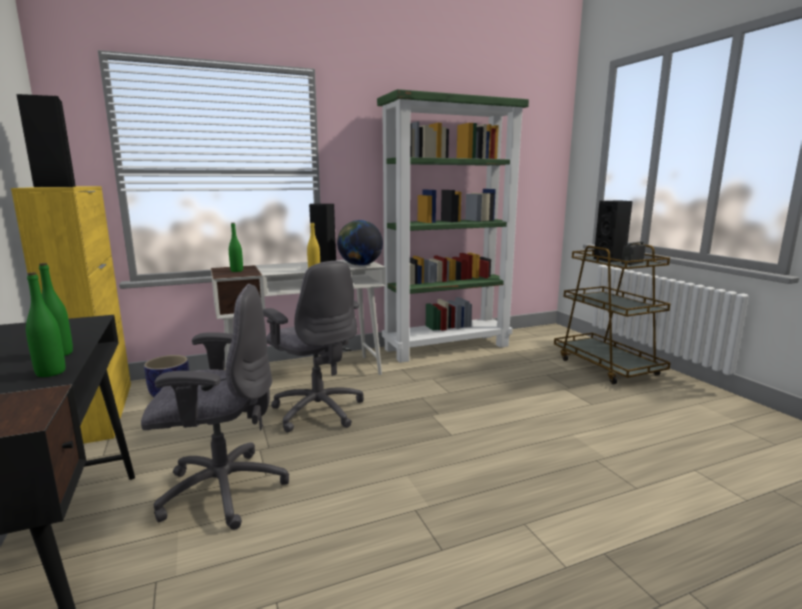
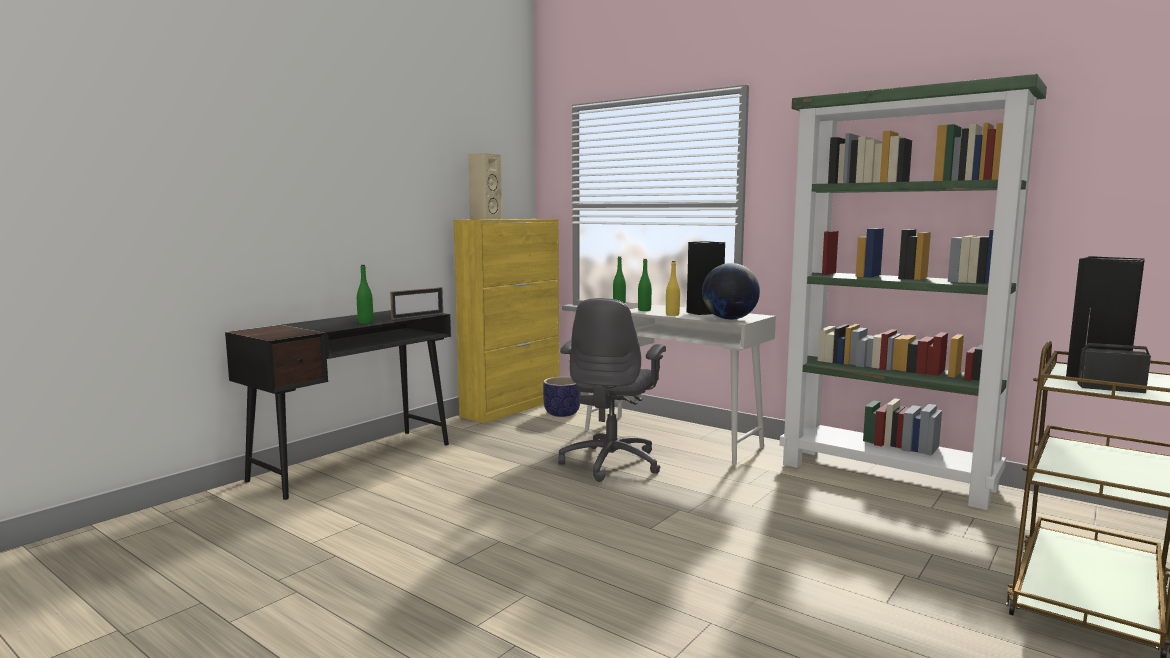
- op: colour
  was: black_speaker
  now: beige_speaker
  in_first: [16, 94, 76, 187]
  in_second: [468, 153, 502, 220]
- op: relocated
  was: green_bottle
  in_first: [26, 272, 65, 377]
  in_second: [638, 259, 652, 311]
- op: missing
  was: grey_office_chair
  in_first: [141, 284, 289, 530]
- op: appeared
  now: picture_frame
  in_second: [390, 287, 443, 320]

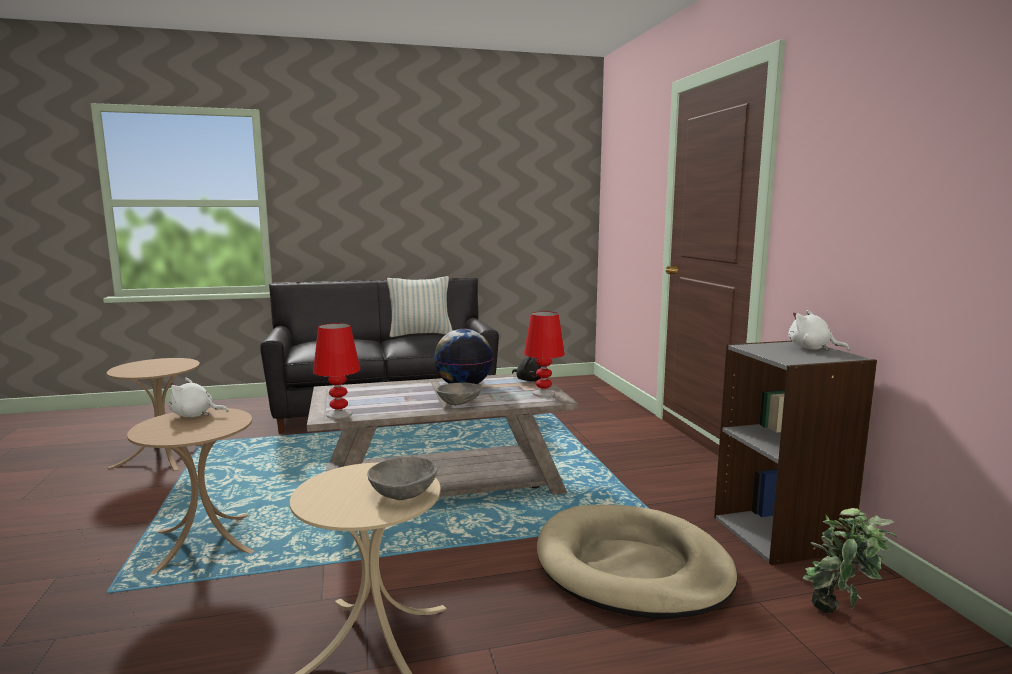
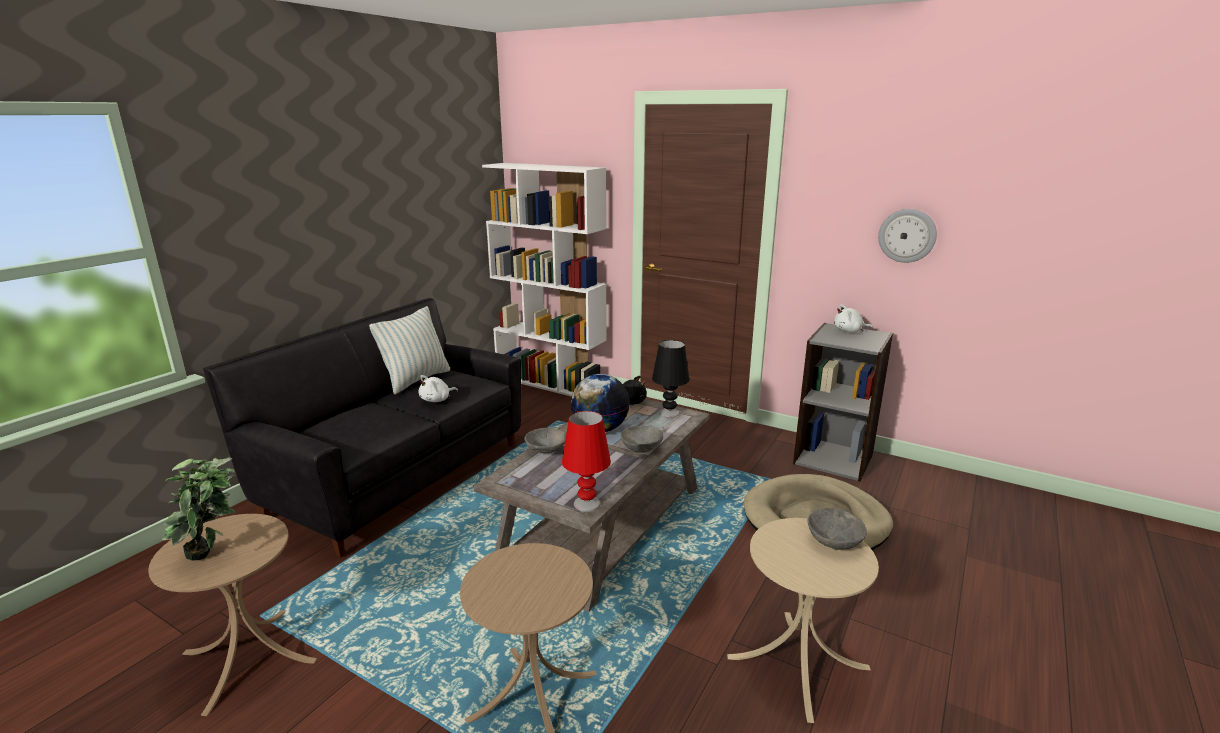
- op: relocated
  was: white_plush_toy
  in_first: [169, 378, 228, 417]
  in_second: [419, 375, 458, 402]
- op: colour
  was: red_table_lamp
  now: black_table_lamp
  in_first: [524, 311, 565, 397]
  in_second: [652, 340, 689, 418]
- op: relocated
  was: potted_plant
  in_first: [803, 508, 898, 613]
  in_second: [162, 457, 236, 560]
- op: appeared
  now: white_bookcase
  in_second: [482, 163, 607, 397]
- op: appeared
  now: grey_bowl
  in_second: [525, 428, 566, 453]
- op: appeared
  now: wall_clock
  in_second: [878, 209, 937, 263]

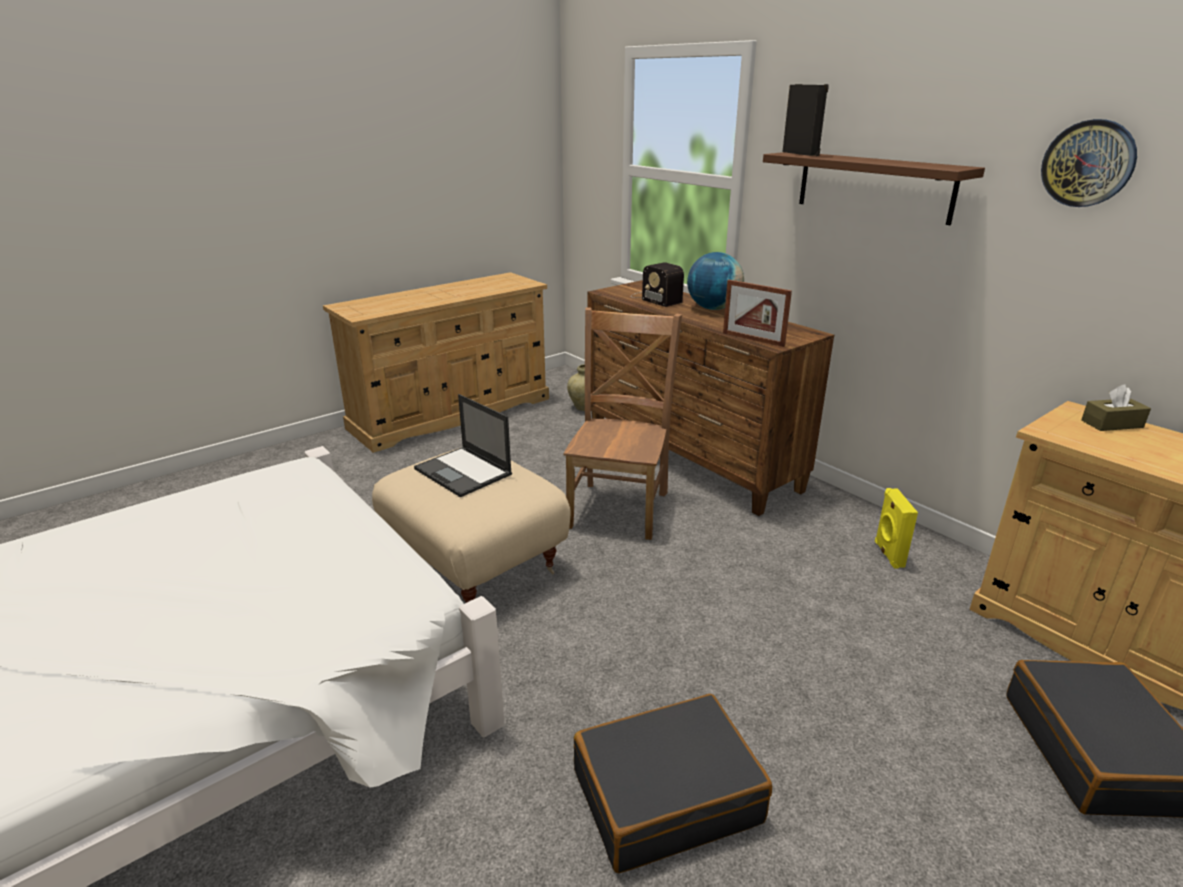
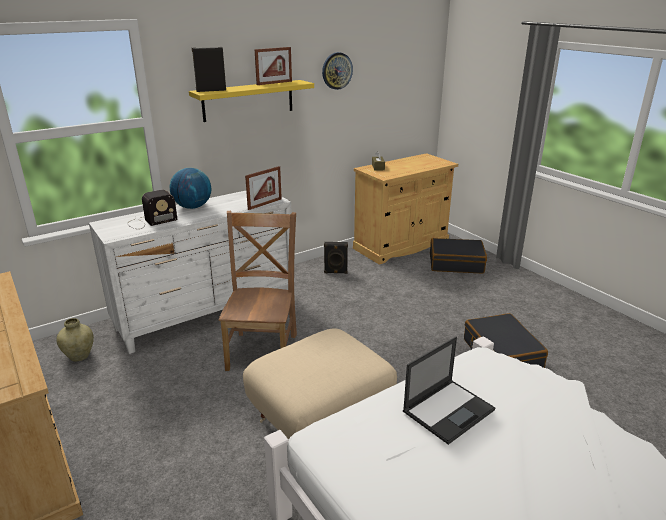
- op: relocated
  was: laptop
  in_first: [414, 394, 512, 497]
  in_second: [403, 336, 495, 445]
- op: spun
  was: brown_chair
  in_first: [563, 308, 682, 540]
  in_second: [219, 211, 297, 371]
  clockwise: 75
- op: colour
  was: brown_dresser
  now: white_dresser
  in_first: [587, 280, 834, 516]
  in_second: [89, 191, 292, 354]
- op: colour
  was: brown_shelf
  now: yellow_shelf
  in_first: [763, 152, 985, 225]
  in_second: [189, 80, 314, 122]
- op: colour
  was: yellow_speaker
  now: black_speaker
  in_first: [875, 488, 918, 569]
  in_second: [324, 242, 348, 274]
- op: appeared
  now: picture_frame
  in_second: [254, 47, 292, 85]

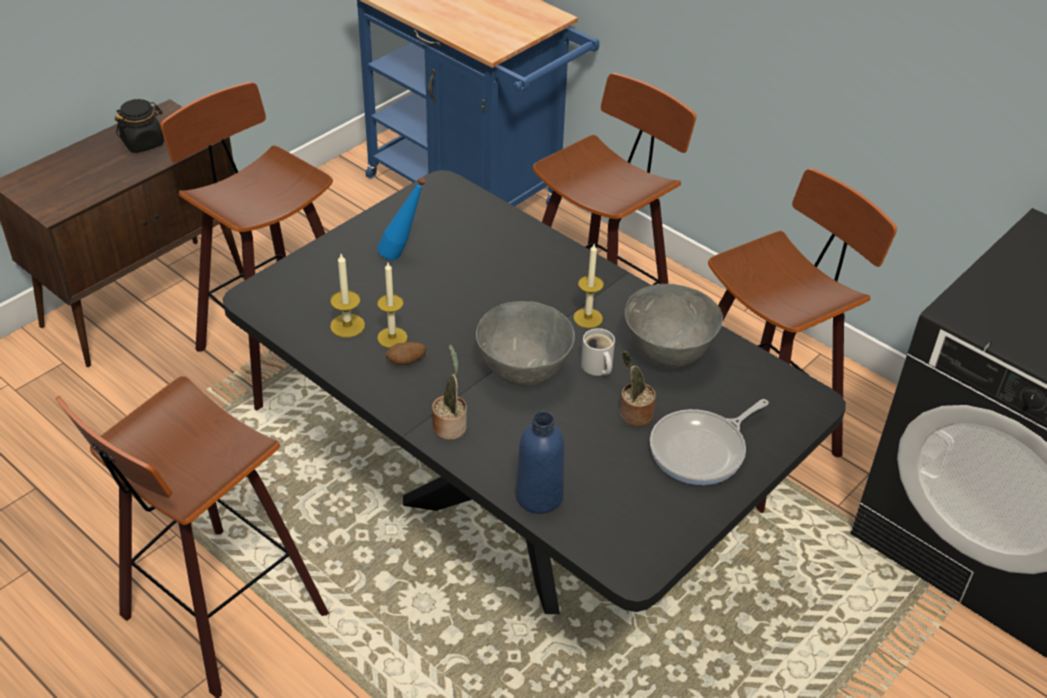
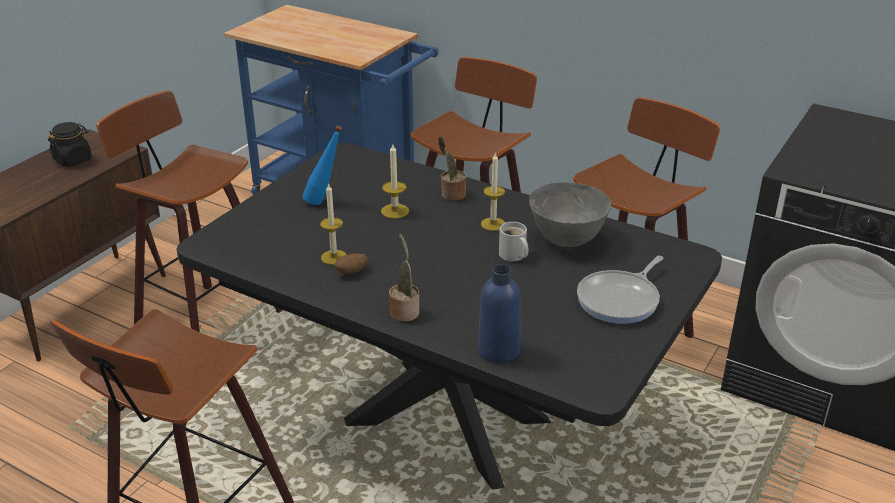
- op: relocated
  was: candle
  in_first: [330, 254, 365, 338]
  in_second: [381, 144, 409, 219]
- op: missing
  was: grey_bowl
  in_first: [476, 301, 575, 387]
- op: relocated
  was: potted_plant
  in_first: [620, 351, 656, 426]
  in_second: [438, 136, 466, 201]

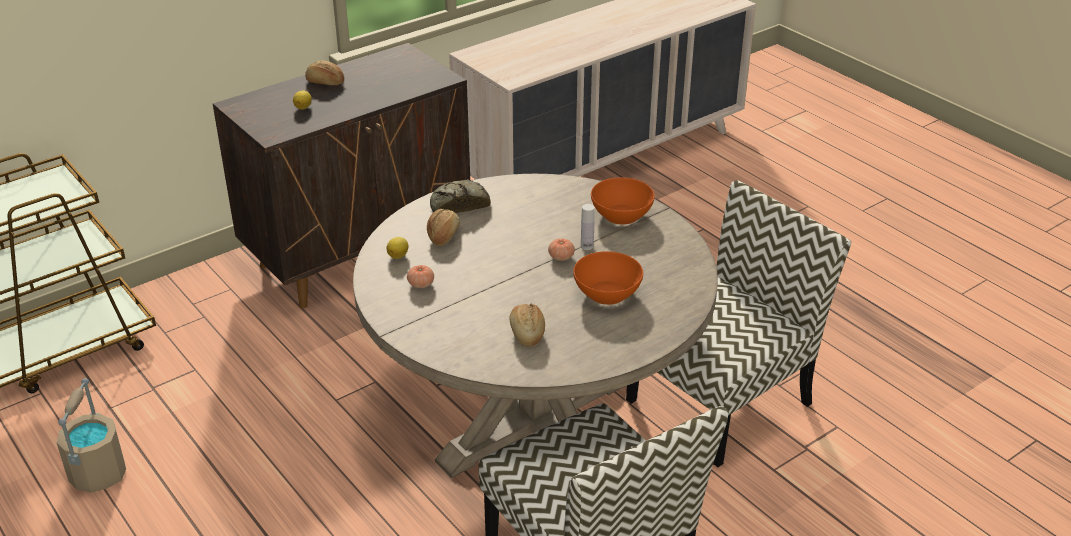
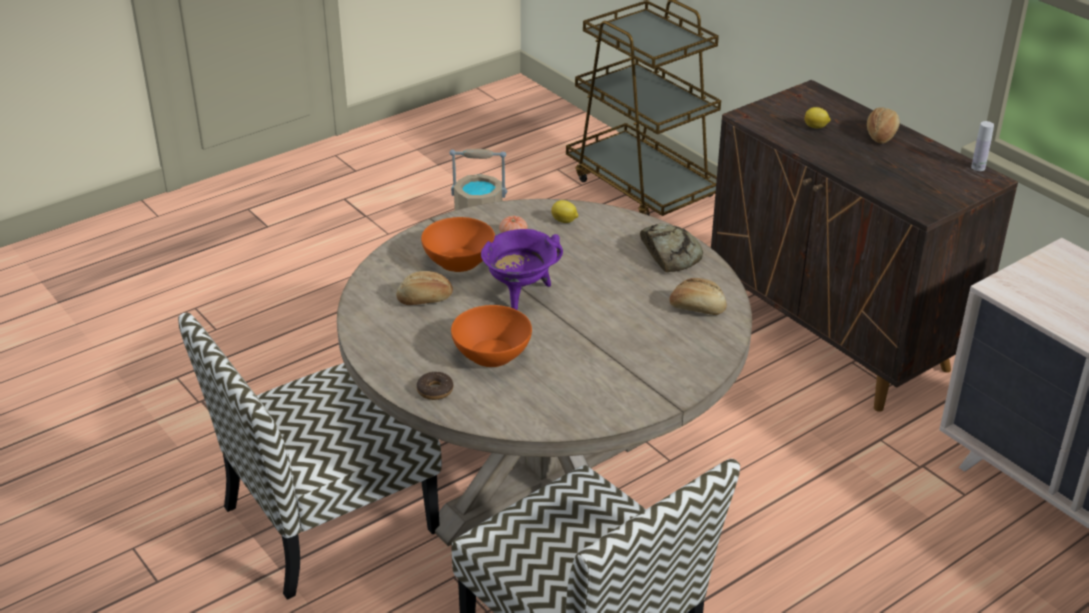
- op: relocated
  was: bread
  in_first: [427, 209, 460, 246]
  in_second: [670, 278, 727, 315]
- op: missing
  was: tomato
  in_first: [548, 238, 575, 261]
- op: relocated
  was: white_bottle
  in_first: [581, 204, 595, 250]
  in_second: [971, 121, 994, 171]
- op: relocated
  was: orange_bowl
  in_first: [591, 177, 655, 225]
  in_second: [421, 217, 495, 272]
- op: appeared
  now: donut
  in_second: [417, 372, 453, 400]
- op: appeared
  now: purple_cooking_pot
  in_second: [481, 229, 563, 310]

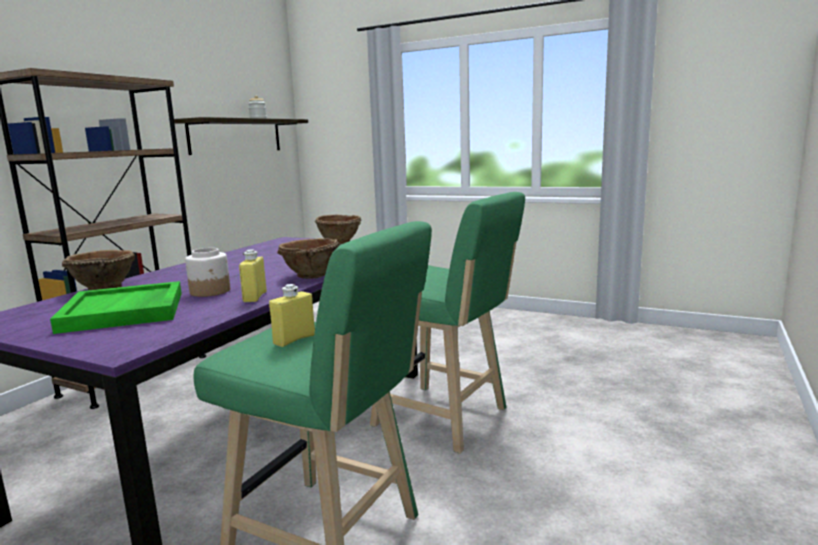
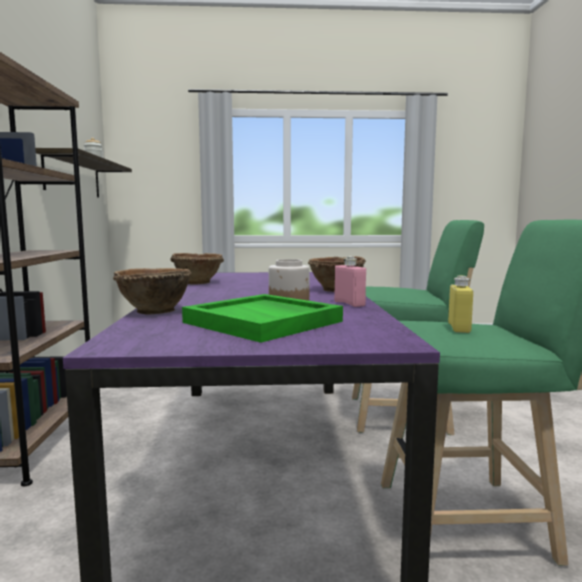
- op: colour
  was: yellow_bottle
  now: pink_bottle
  in_first: [239, 250, 267, 302]
  in_second: [334, 256, 366, 307]
- op: relocated
  was: brown_bowl
  in_first: [315, 215, 361, 245]
  in_second: [170, 253, 224, 285]

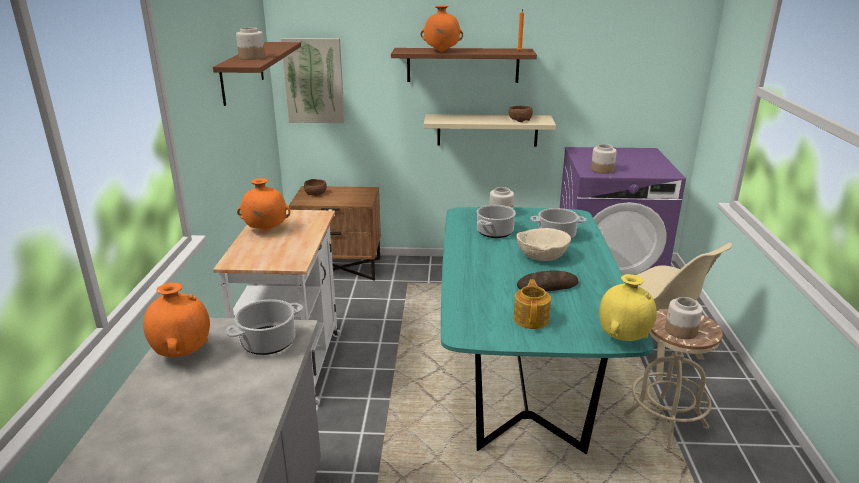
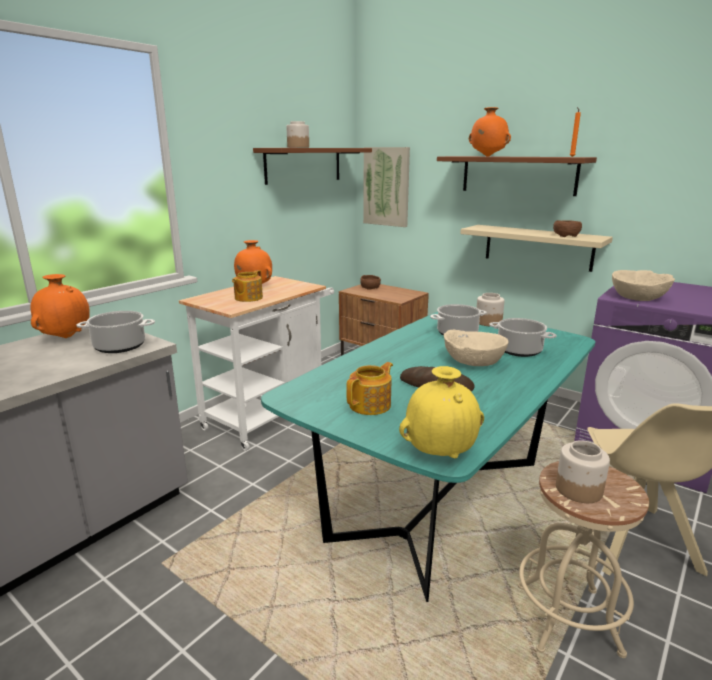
- op: exchanged
  was: jar
  now: beige_bowl
  in_first: [591, 144, 617, 174]
  in_second: [612, 270, 675, 301]
- op: appeared
  now: teapot
  in_second: [232, 270, 263, 302]

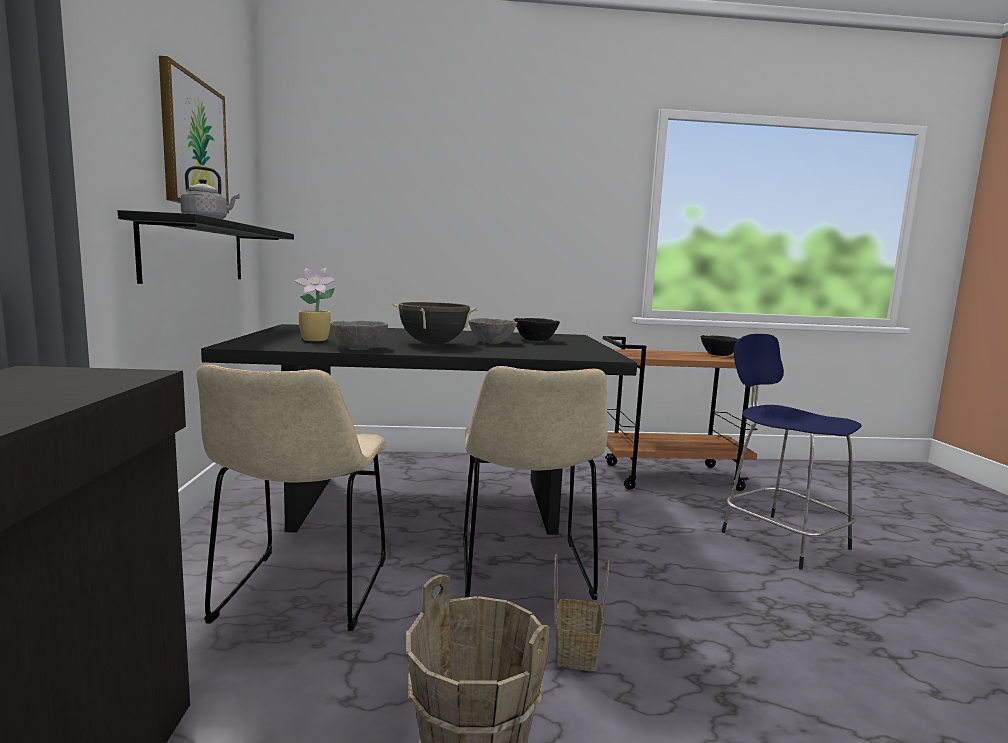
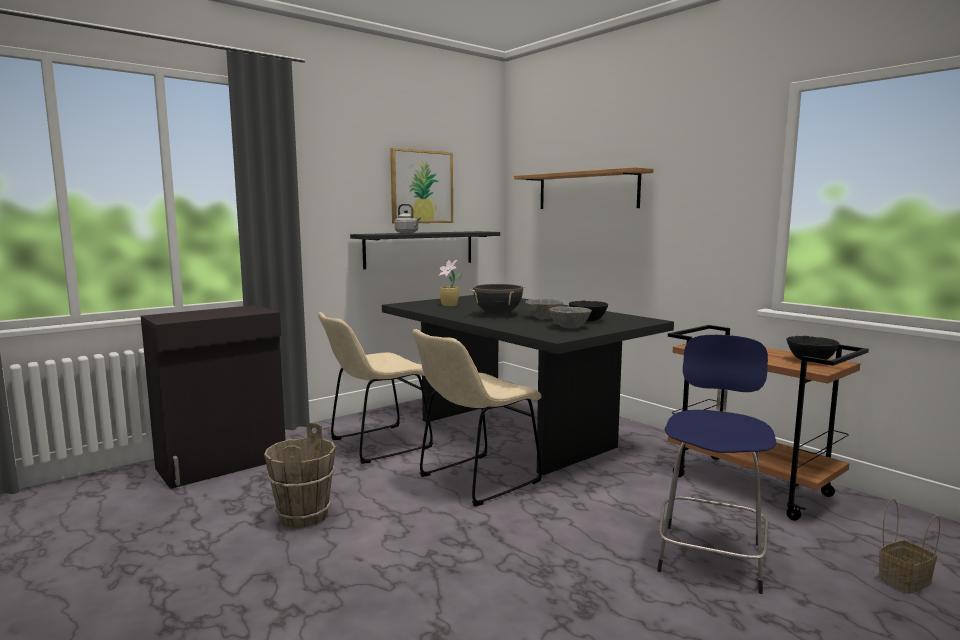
- op: relocated
  was: grey_bowl
  in_first: [330, 321, 388, 349]
  in_second: [549, 306, 592, 328]
- op: relocated
  was: basket
  in_first: [554, 554, 609, 671]
  in_second: [878, 498, 940, 594]
- op: appeared
  now: shelf
  in_second: [514, 167, 653, 209]

